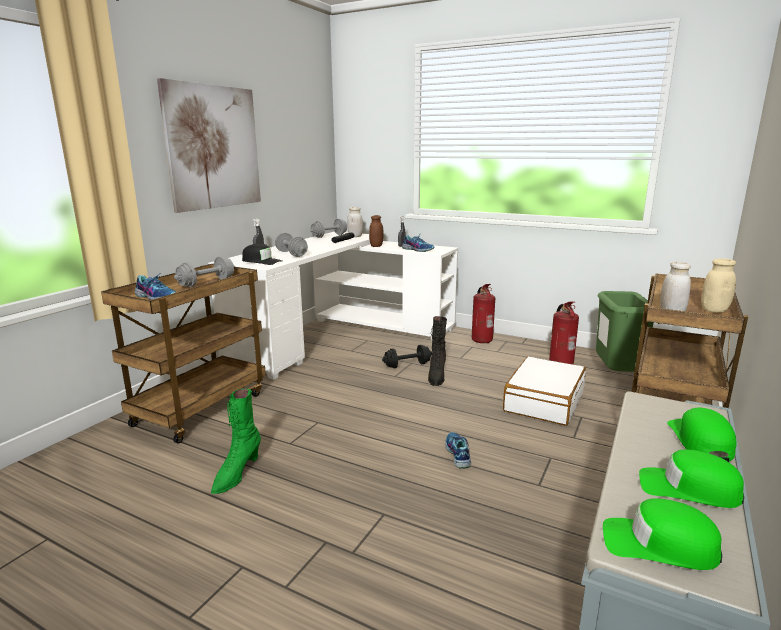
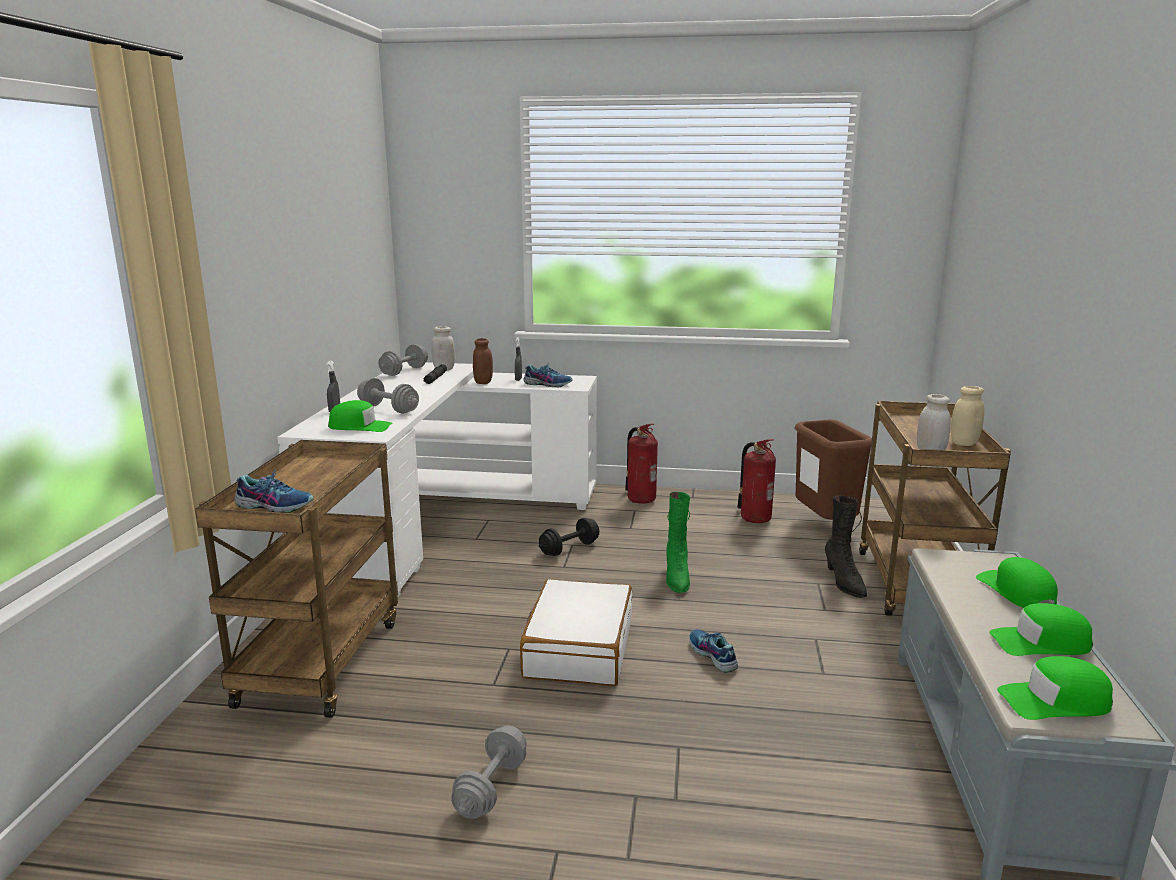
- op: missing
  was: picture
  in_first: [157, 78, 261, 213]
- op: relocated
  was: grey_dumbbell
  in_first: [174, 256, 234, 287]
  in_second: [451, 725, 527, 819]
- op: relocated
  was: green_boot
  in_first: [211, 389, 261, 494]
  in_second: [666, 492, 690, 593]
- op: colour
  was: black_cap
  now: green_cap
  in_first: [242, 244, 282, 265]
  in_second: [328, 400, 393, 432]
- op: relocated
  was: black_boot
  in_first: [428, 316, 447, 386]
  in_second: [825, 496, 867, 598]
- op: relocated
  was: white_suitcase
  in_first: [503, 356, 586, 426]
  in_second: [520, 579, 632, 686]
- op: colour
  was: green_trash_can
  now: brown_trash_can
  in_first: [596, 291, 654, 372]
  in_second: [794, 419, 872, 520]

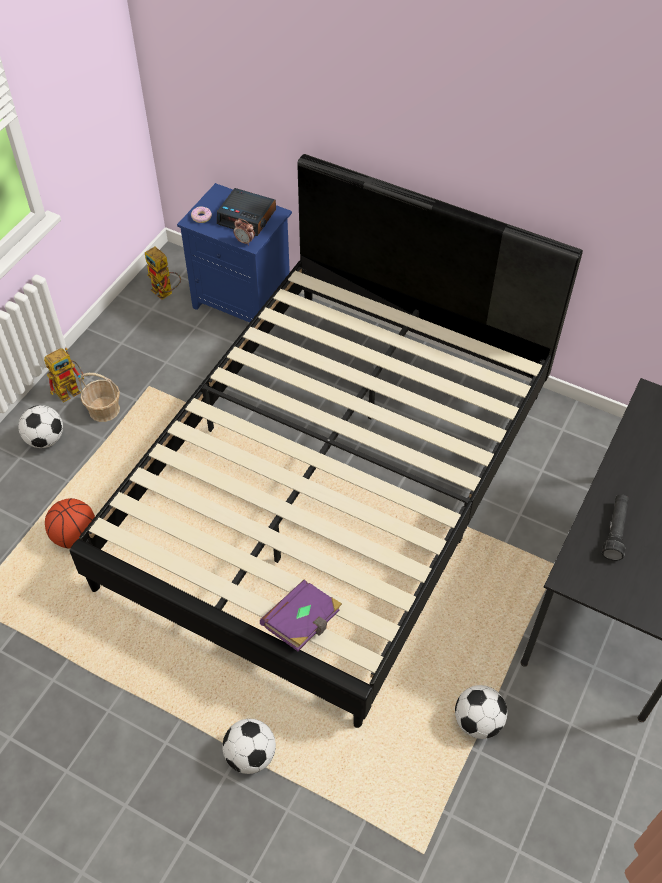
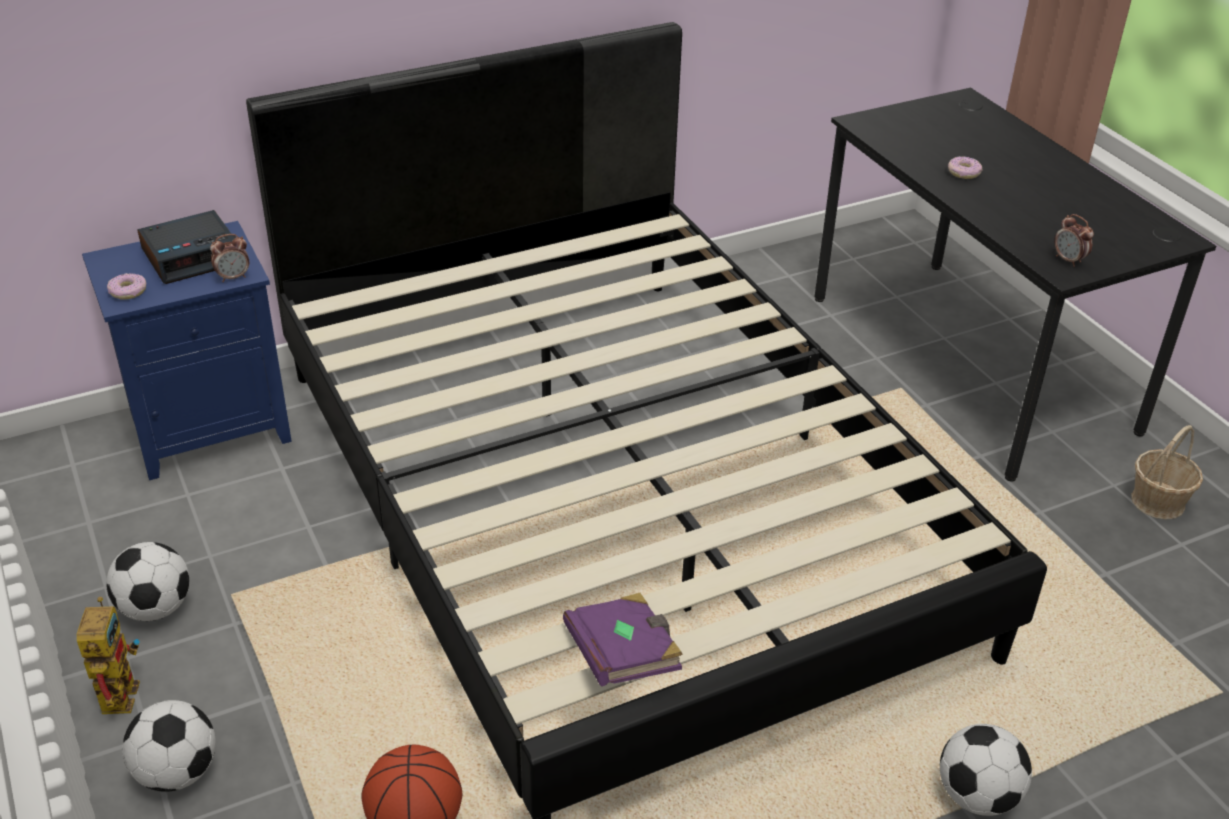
- op: relocated
  was: basket
  in_first: [79, 373, 120, 422]
  in_second: [1131, 425, 1203, 520]
- op: missing
  was: toy_robot
  in_first: [145, 247, 181, 300]
- op: relocated
  was: purple_book
  in_first: [260, 580, 342, 651]
  in_second: [563, 593, 683, 686]
- op: relocated
  was: football
  in_first: [455, 685, 507, 739]
  in_second: [106, 542, 189, 621]
- op: missing
  was: black_flashlight
  in_first: [602, 494, 629, 561]
- op: appeared
  now: donut
  in_second: [948, 156, 982, 179]
- op: appeared
  now: alarm_clock
  in_second: [1054, 214, 1094, 267]

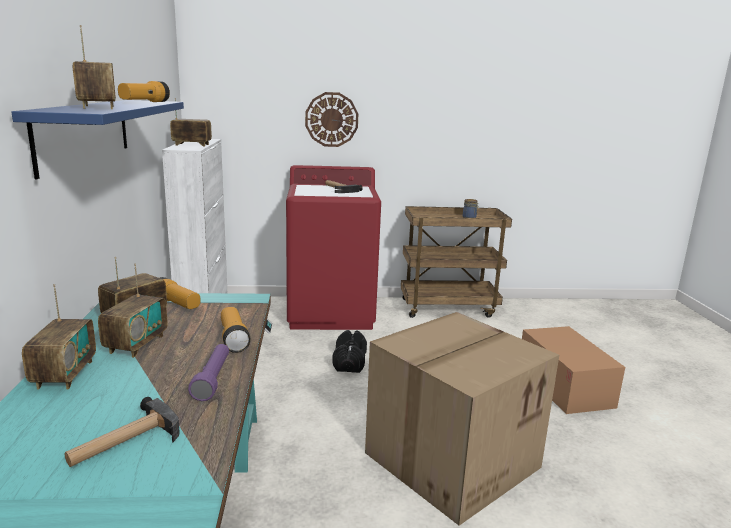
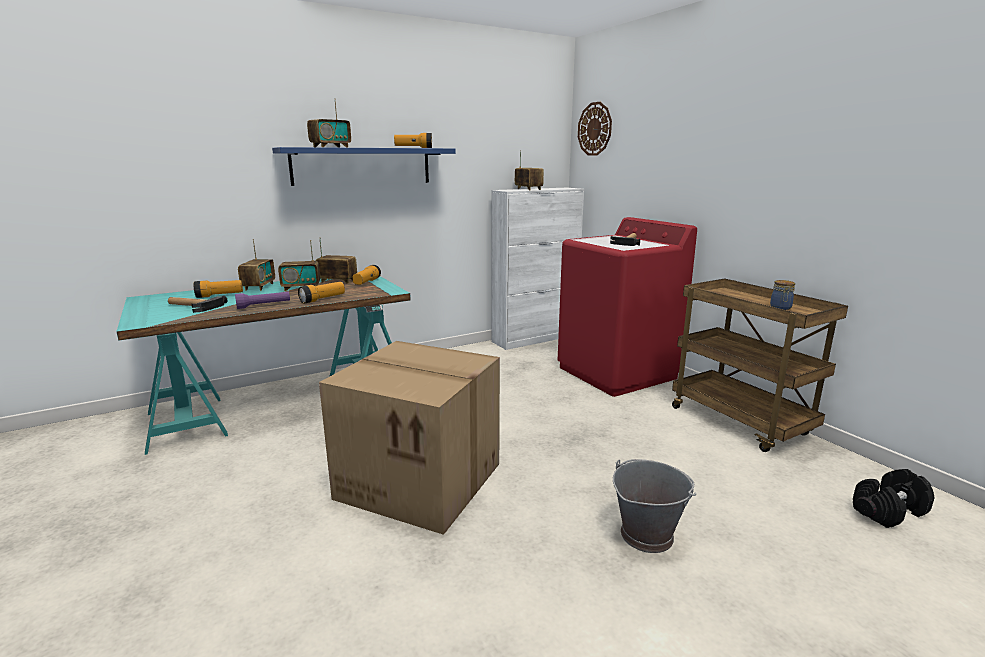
- op: spun
  was: radio
  in_first: [22, 284, 96, 389]
  in_second: [238, 239, 275, 291]
  clockwise: -60
- op: relocated
  was: wall_clock
  in_first: [305, 92, 358, 147]
  in_second: [578, 102, 612, 156]
- op: relocated
  was: black_dumbbell
  in_first: [332, 330, 367, 373]
  in_second: [853, 469, 935, 528]
- op: exchanged
  was: cardboard_box
  now: grey_bucket
  in_first: [522, 326, 625, 414]
  in_second: [613, 459, 696, 553]
- op: appeared
  now: flashlight
  in_second: [194, 280, 243, 298]

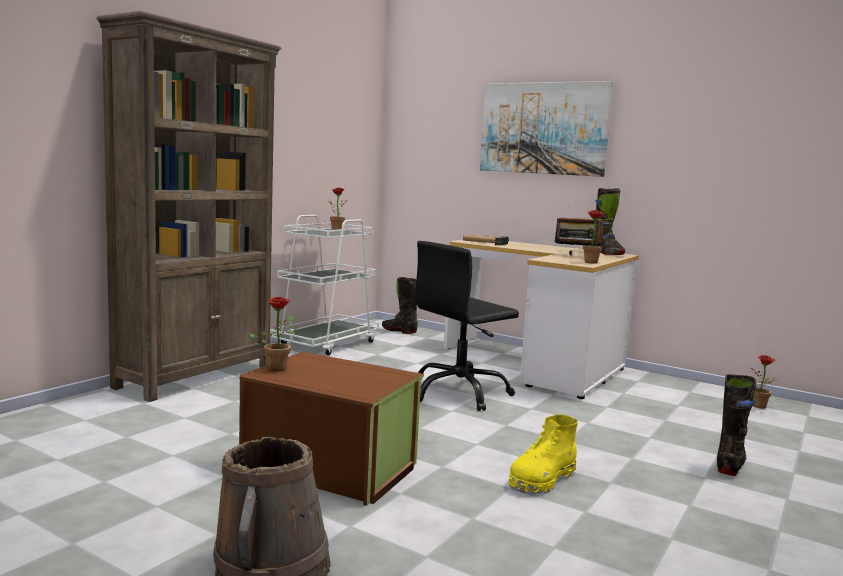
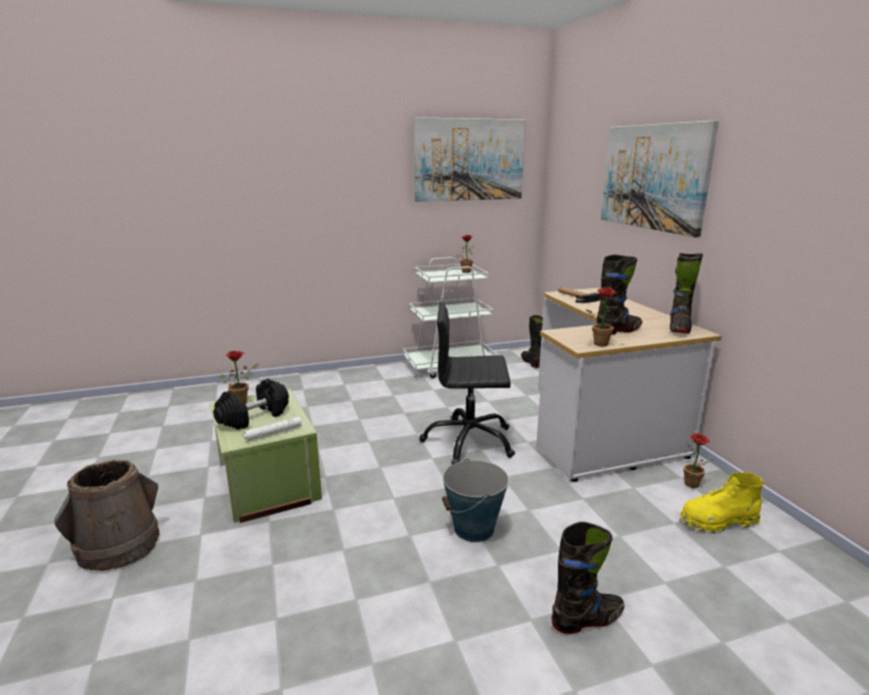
- op: missing
  was: brown_bookcase
  in_first: [96, 11, 281, 402]
- op: colour
  was: brown_storage_box
  now: green_storage_box
  in_first: [239, 351, 424, 506]
  in_second: [210, 388, 322, 523]
- op: relocated
  was: yellow_boot
  in_first: [509, 414, 578, 494]
  in_second: [680, 472, 763, 533]
- op: exchanged
  was: radio
  now: black_boot
  in_first: [555, 207, 604, 255]
  in_second: [596, 254, 642, 335]
- op: relocated
  was: potted_plant
  in_first: [751, 355, 777, 408]
  in_second: [683, 433, 715, 488]
- op: appeared
  now: black_dumbbell
  in_second: [213, 379, 289, 430]
- op: appeared
  now: white_flashlight
  in_second: [242, 417, 302, 441]
- op: appeared
  now: picture
  in_second: [414, 117, 525, 202]
- op: appeared
  now: bucket
  in_second: [442, 458, 509, 542]

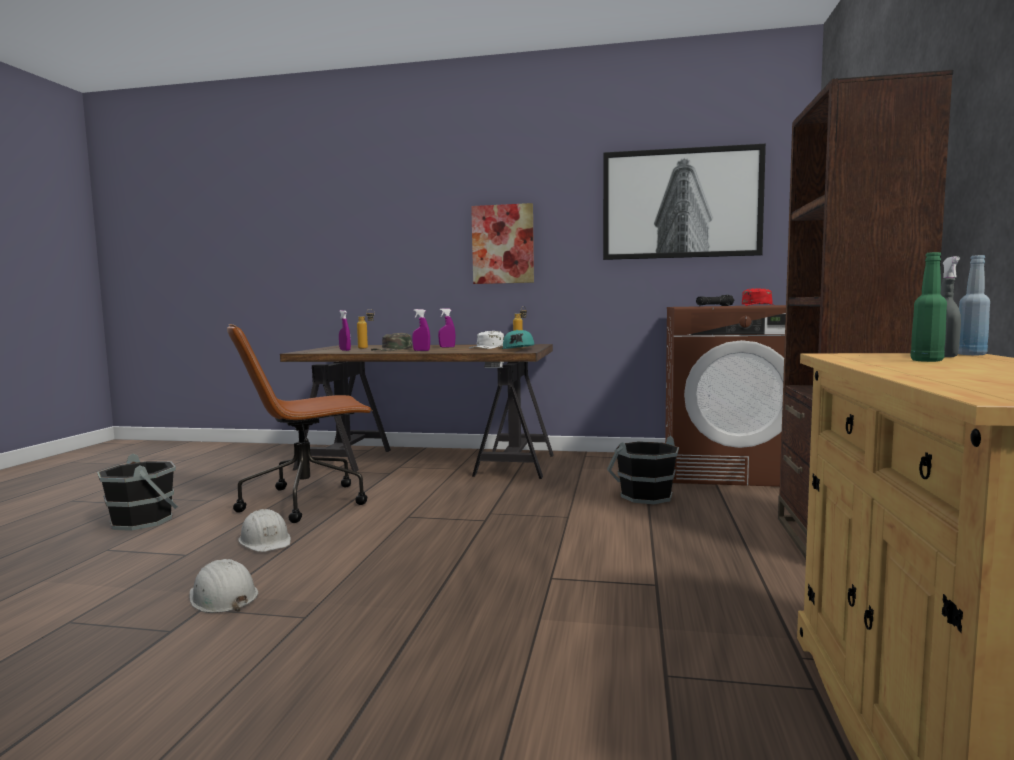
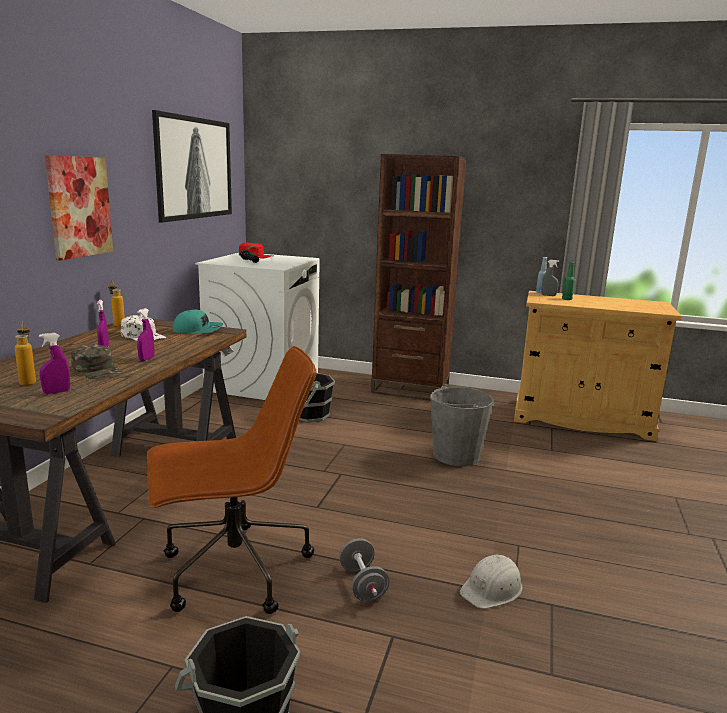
- op: spun
  was: brown_office_chair
  in_first: [227, 324, 373, 523]
  in_second: [147, 346, 317, 614]
  clockwise: -90
- op: exchanged
  was: white_hard_hat
  now: grey_dumbbell
  in_first: [238, 509, 291, 552]
  in_second: [339, 538, 389, 602]
- op: colour
  was: brown_washing_machine
  now: white_washing_machine
  in_first: [665, 305, 786, 487]
  in_second: [195, 253, 320, 400]
- op: appeared
  now: grey_bucket
  in_second: [430, 384, 493, 466]

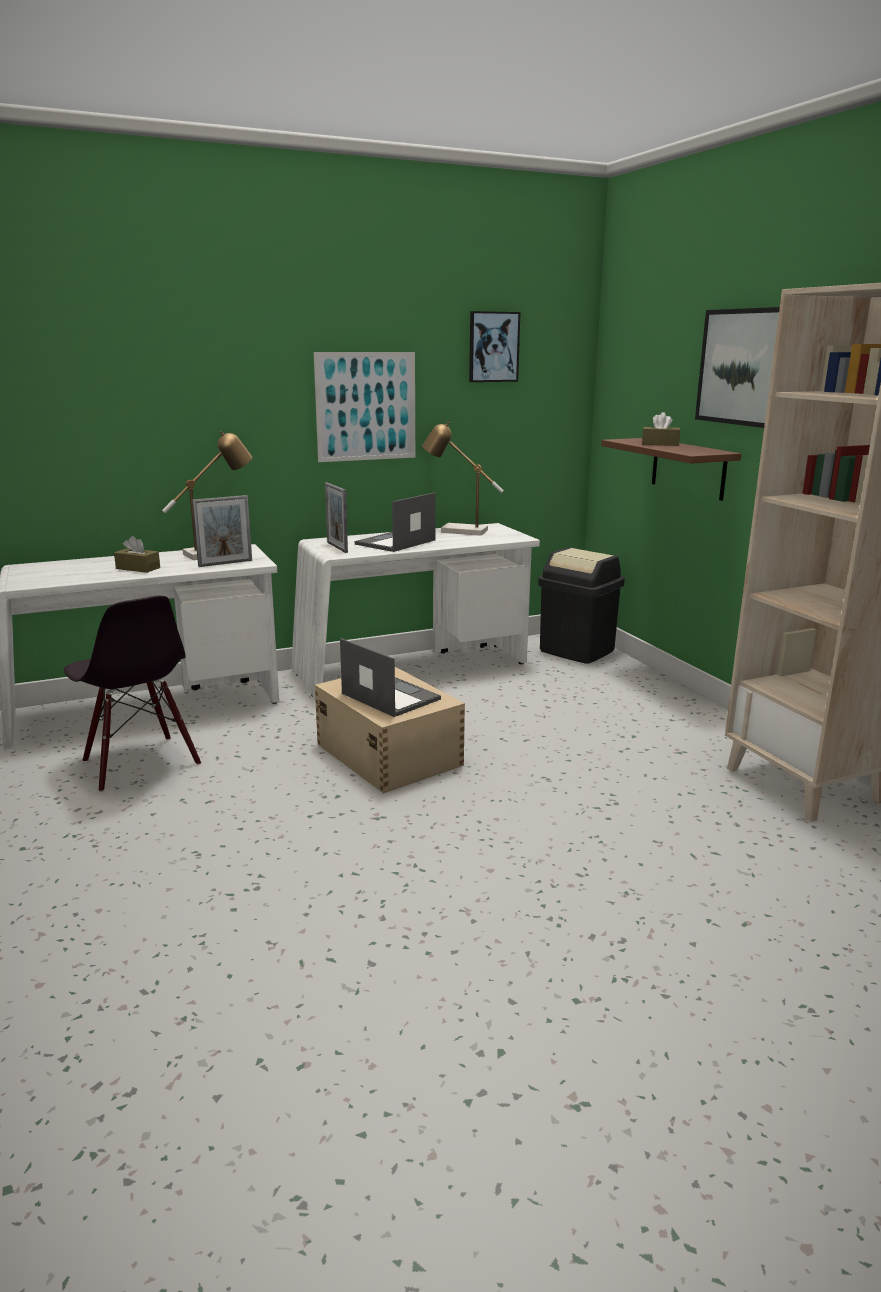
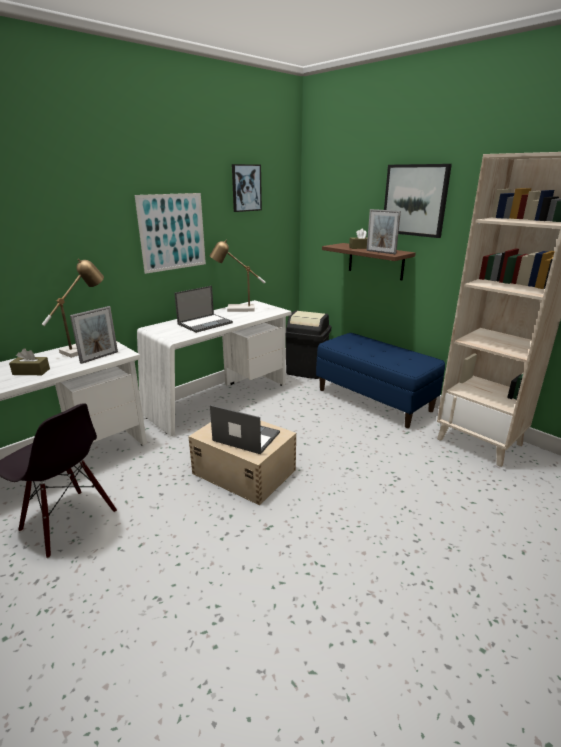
- op: relocated
  was: picture_frame
  in_first: [325, 482, 348, 553]
  in_second: [367, 209, 401, 254]
- op: spun
  was: laptop
  in_first: [355, 492, 436, 552]
  in_second: [174, 286, 233, 333]
  clockwise: -150
- op: appeared
  now: blue_bench
  in_second: [316, 333, 445, 428]

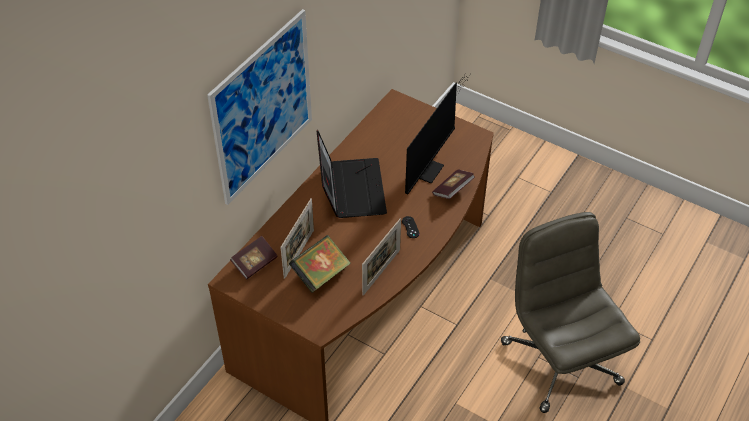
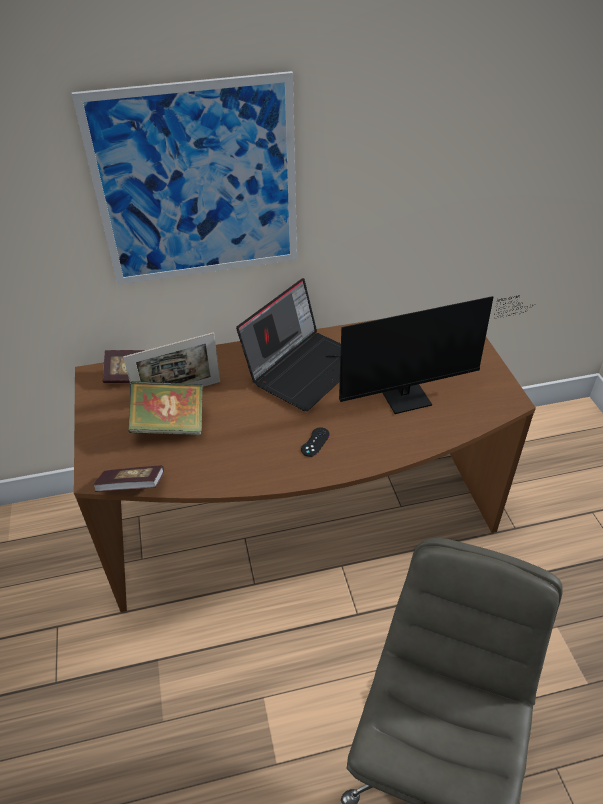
- op: missing
  was: picture_frame
  in_first: [362, 218, 401, 296]
- op: relocated
  was: book
  in_first: [432, 169, 475, 199]
  in_second: [93, 465, 164, 492]

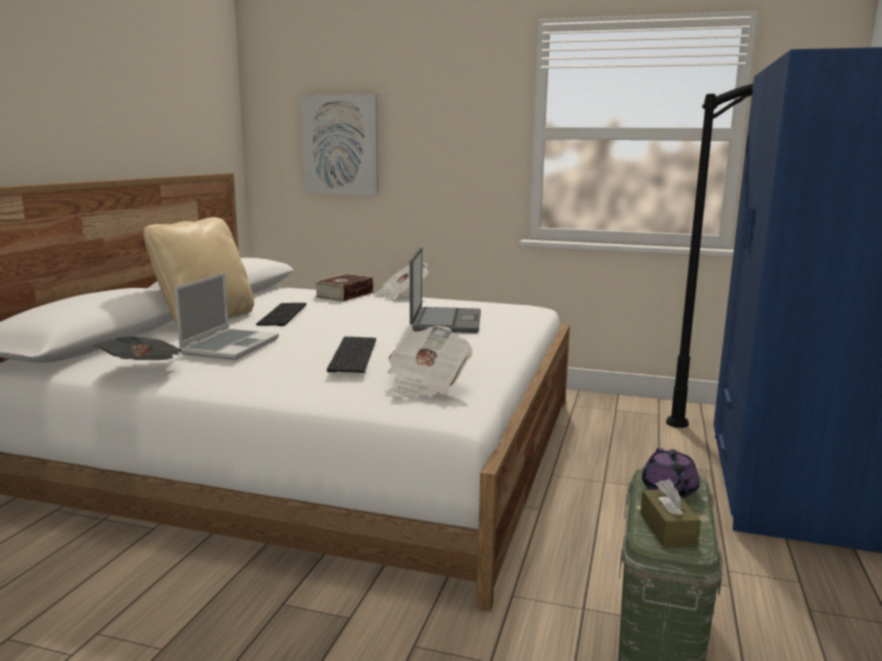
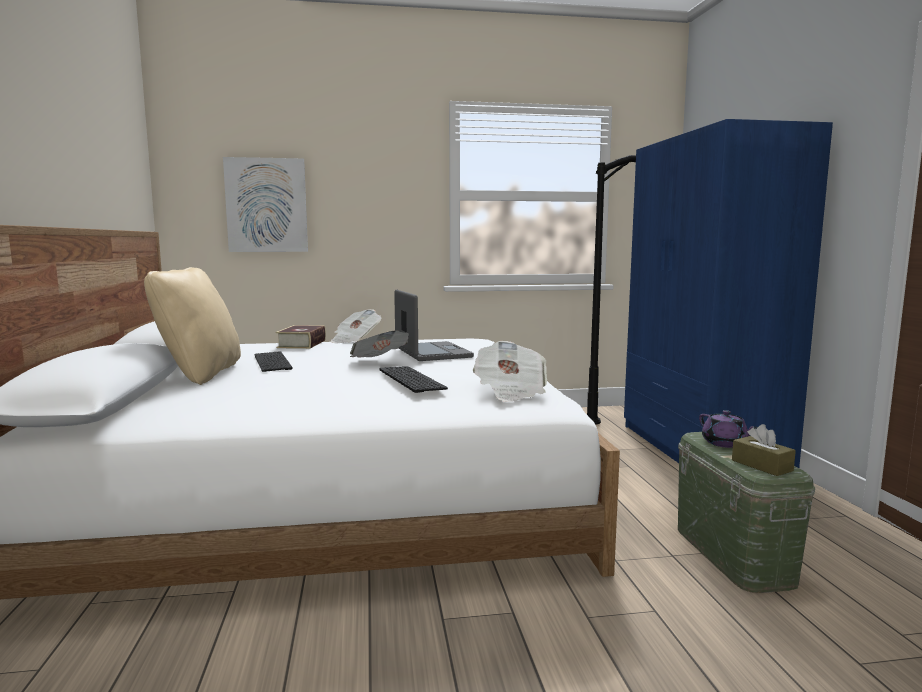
- op: relocated
  was: newspaper
  in_first: [93, 337, 182, 360]
  in_second: [350, 330, 409, 358]
- op: missing
  was: laptop
  in_first: [174, 273, 279, 360]

